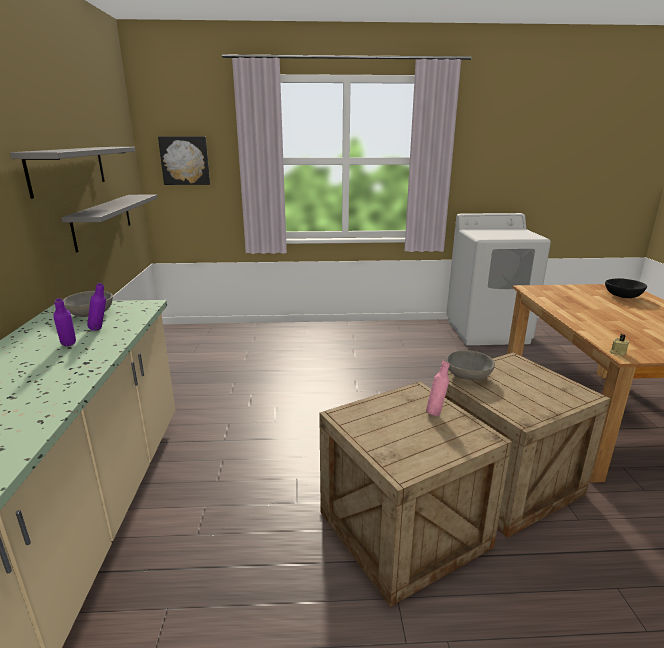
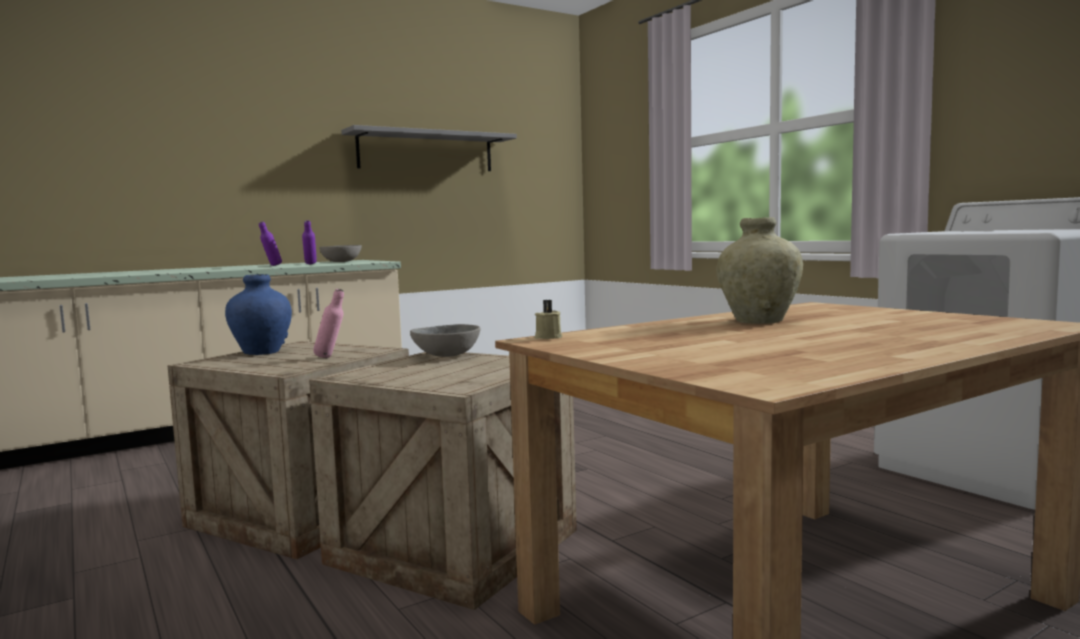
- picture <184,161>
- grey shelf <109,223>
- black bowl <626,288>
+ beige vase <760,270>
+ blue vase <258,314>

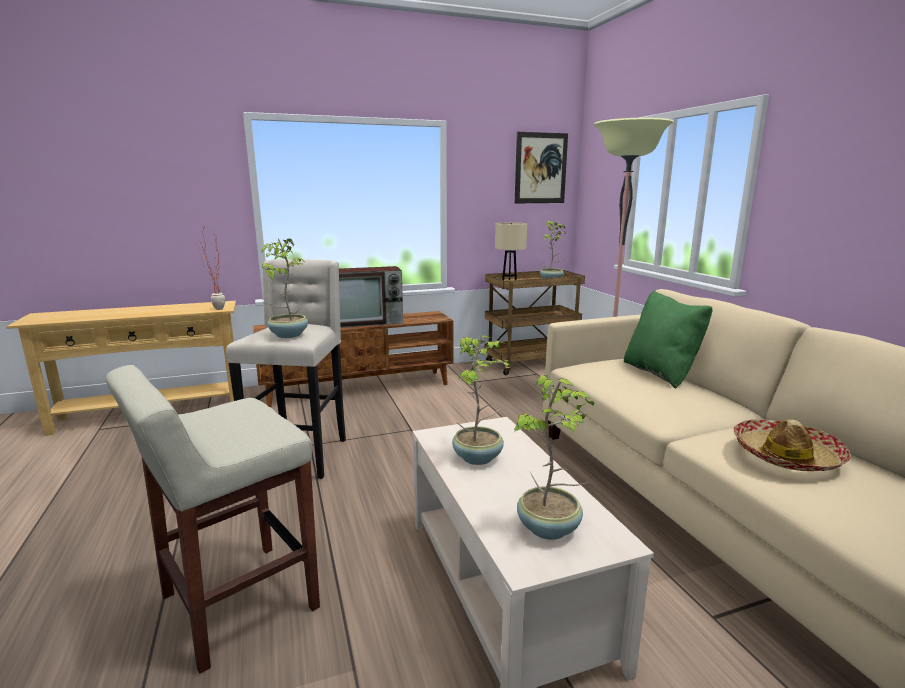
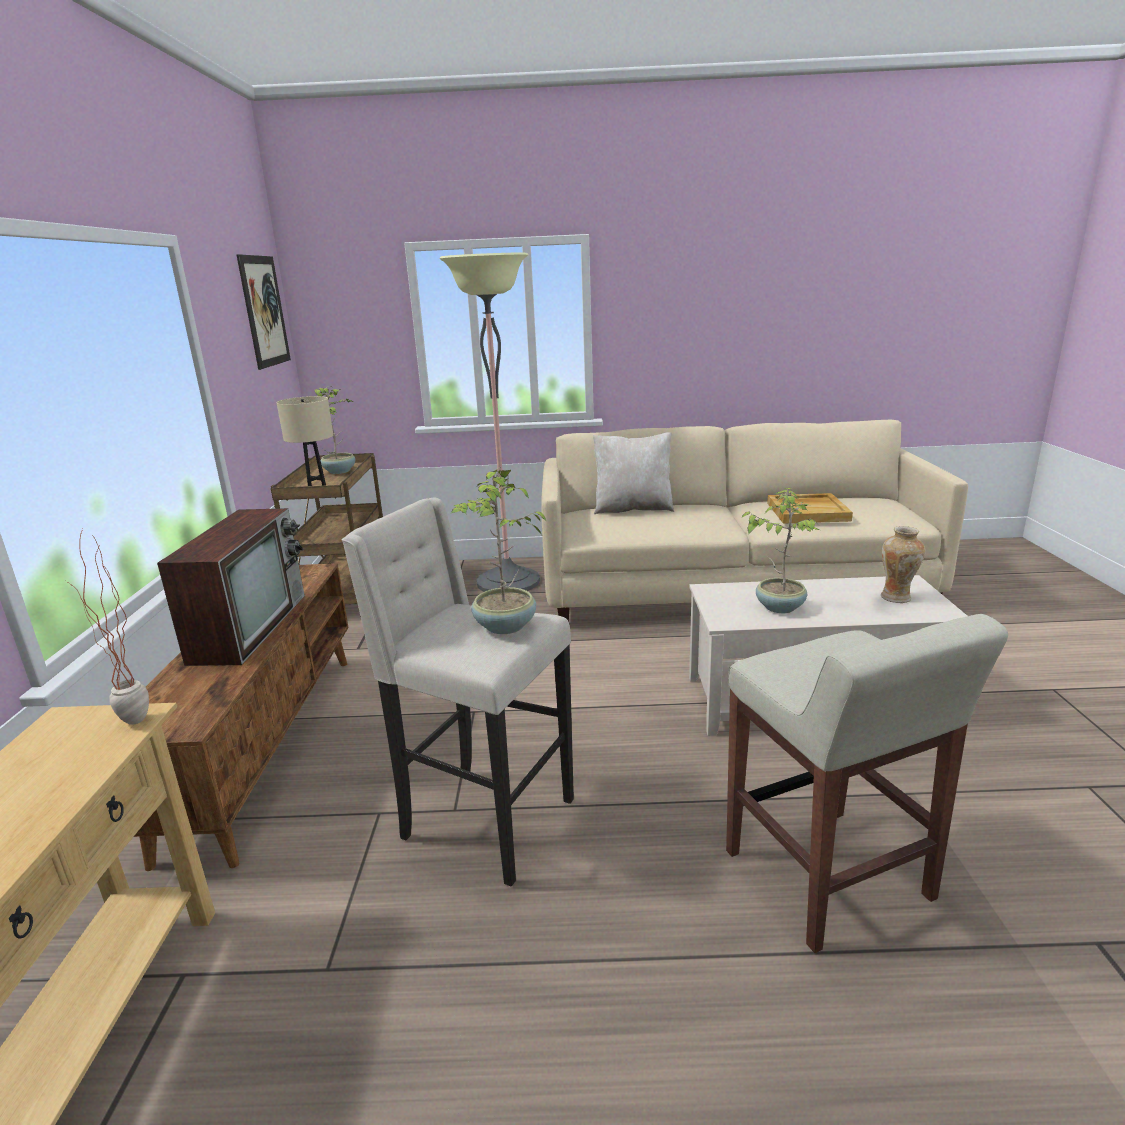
~ green pillow <668,340> to beige pillow <633,473>
~ potted plant <554,457> to vase <903,564>
~ hat <792,445> to beige tray <810,508>

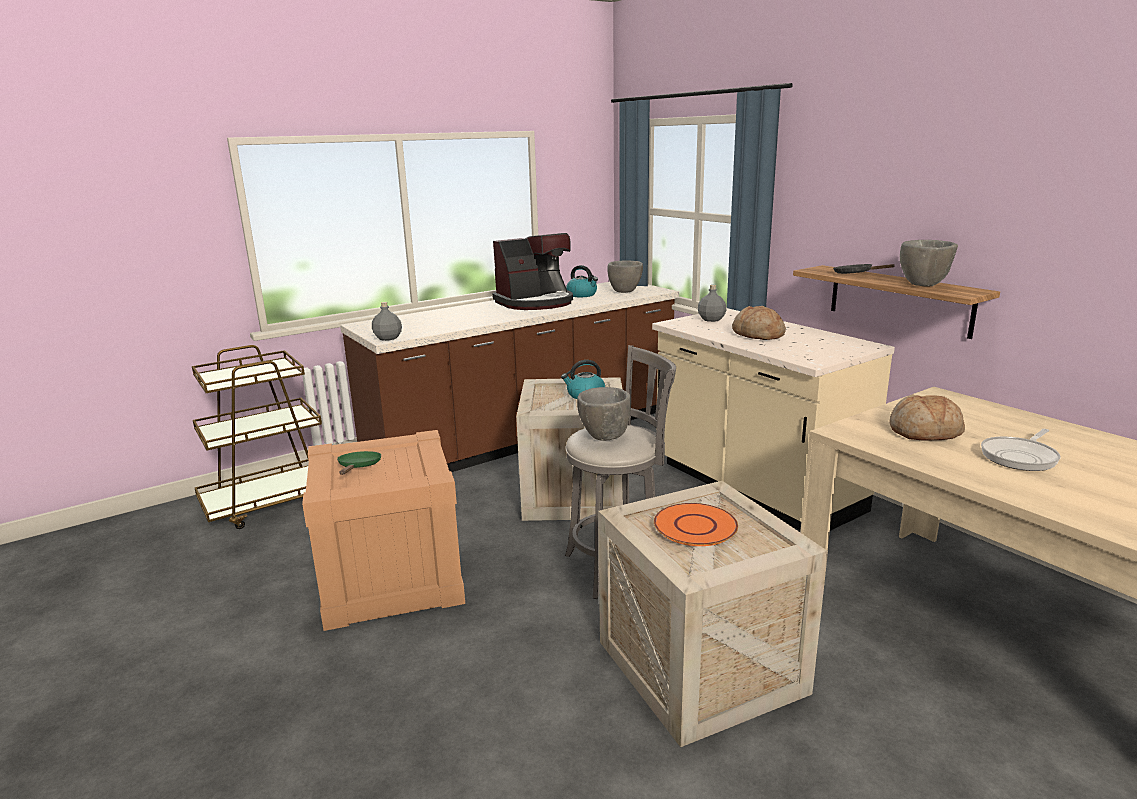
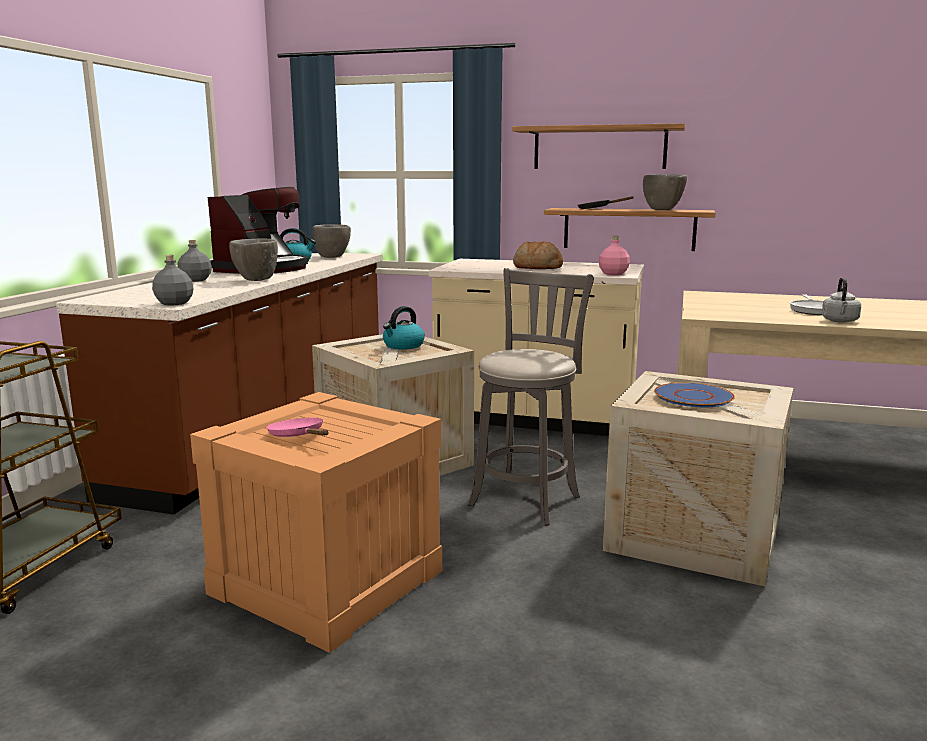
~ grey bottle <712,303> to <194,261>
~ grey bowl <604,414> to <253,259>
- bread <927,417>
~ green frying pan <359,463> to pink frying pan <297,427>
~ orange plate <696,524> to blue plate <694,395>
+ shelf <598,146>
+ pink bottle <614,255>
+ grey kettle <841,300>

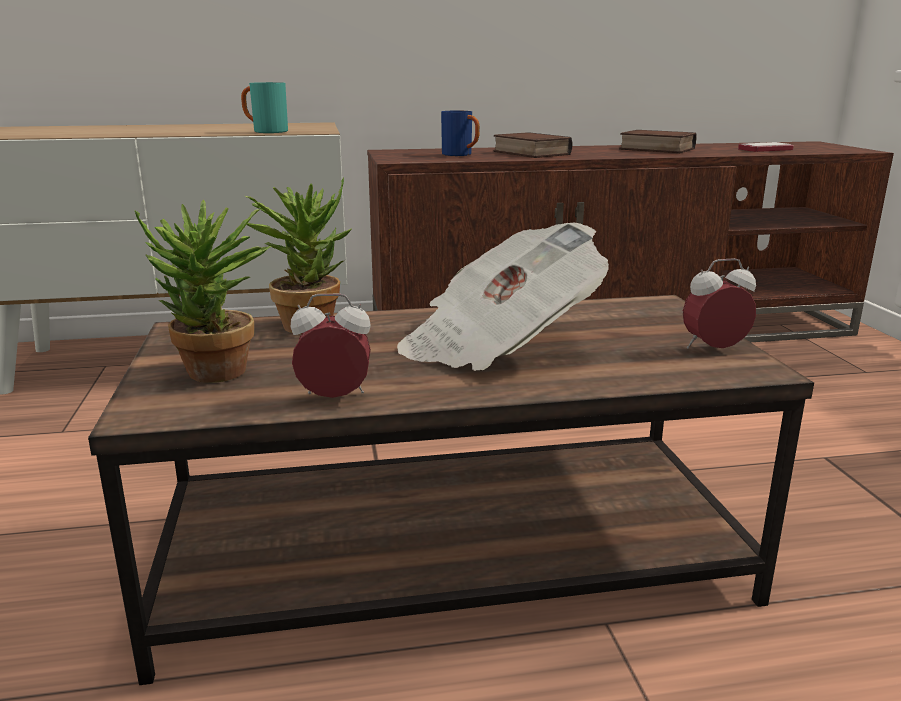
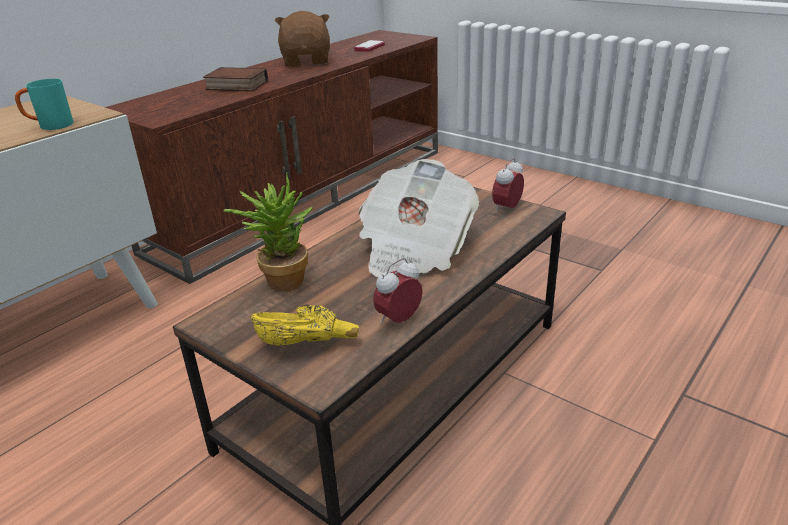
- blue mug <460,133>
~ book <658,141> to brown plush toy <302,39>
~ potted plant <203,291> to yellow bowl <305,324>

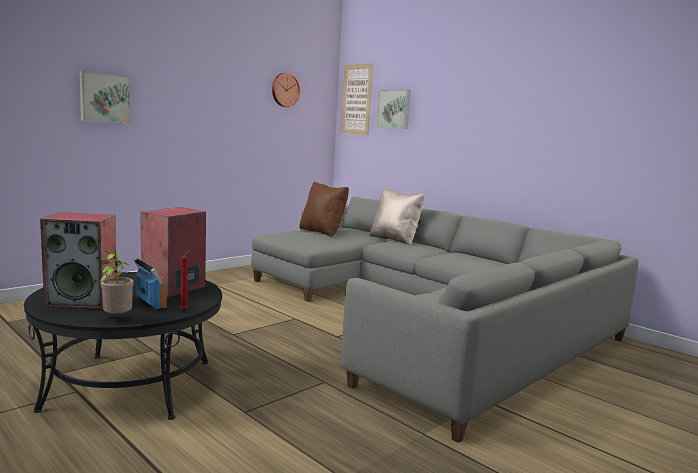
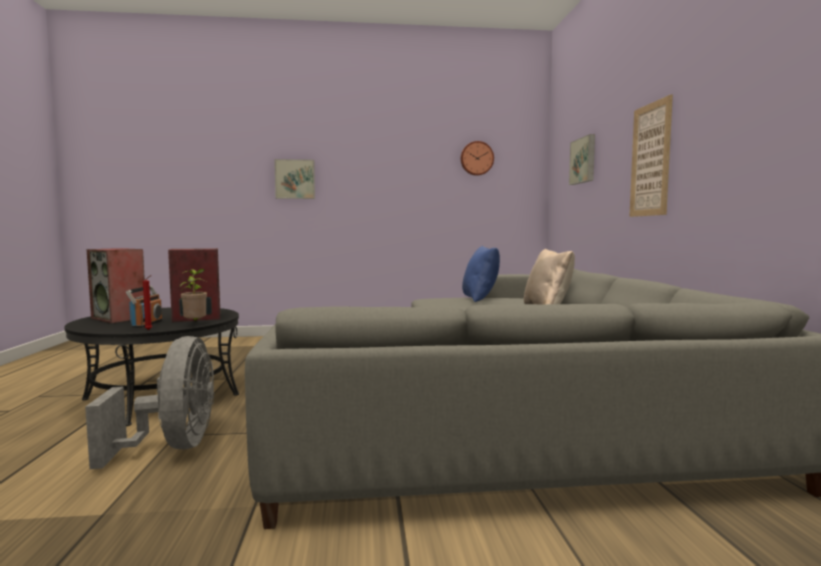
~ picture <357,99> to <651,155>
~ brown pillow <324,209> to blue pillow <481,274>
~ potted plant <117,282> to <193,295>
+ grey fan <149,402>

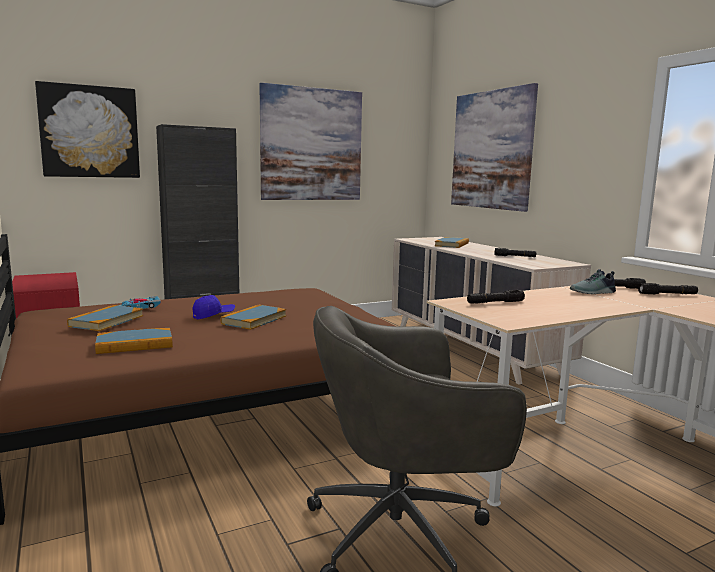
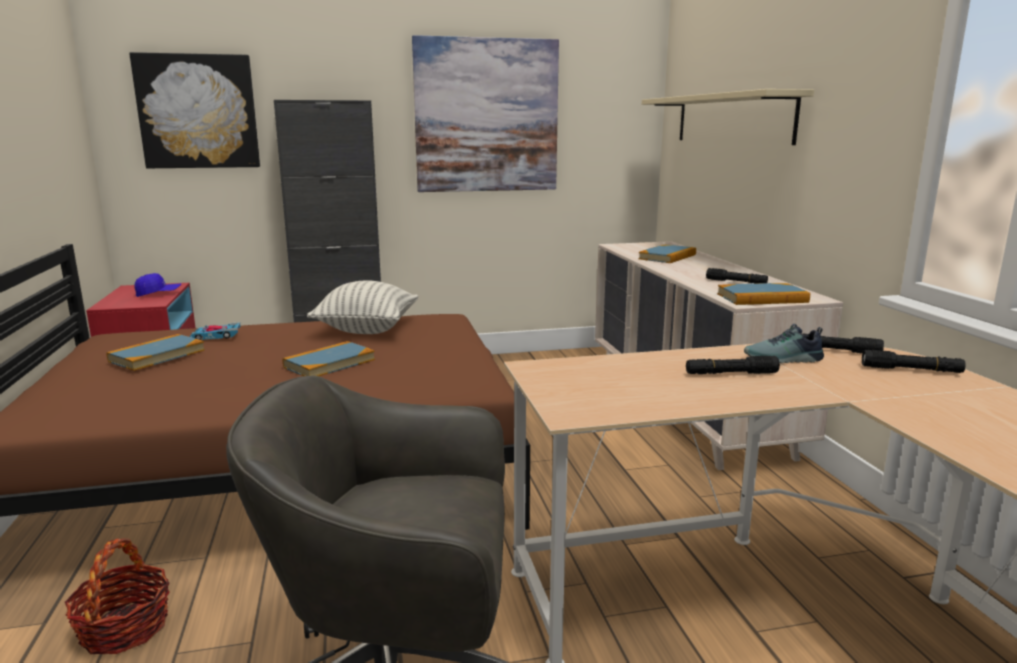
~ picture <494,147> to beige shelf <728,117>
~ black flashlight <496,297> to <733,365>
~ blue cap <214,307> to <158,285>
~ book <134,341> to <763,294>
+ pillow <362,307>
+ basket <117,596>

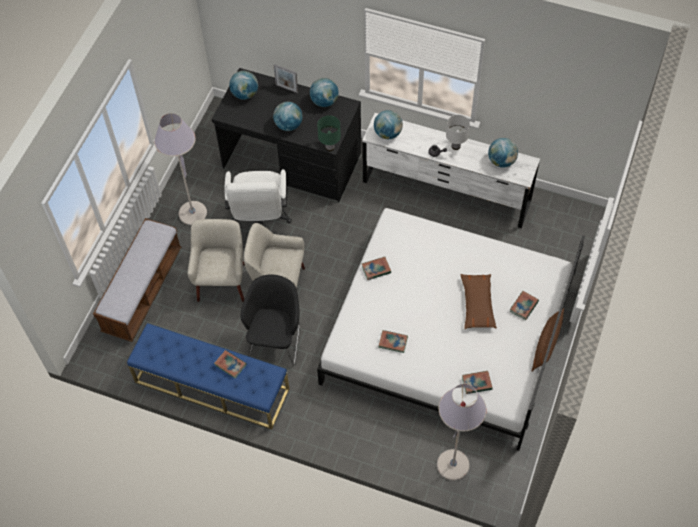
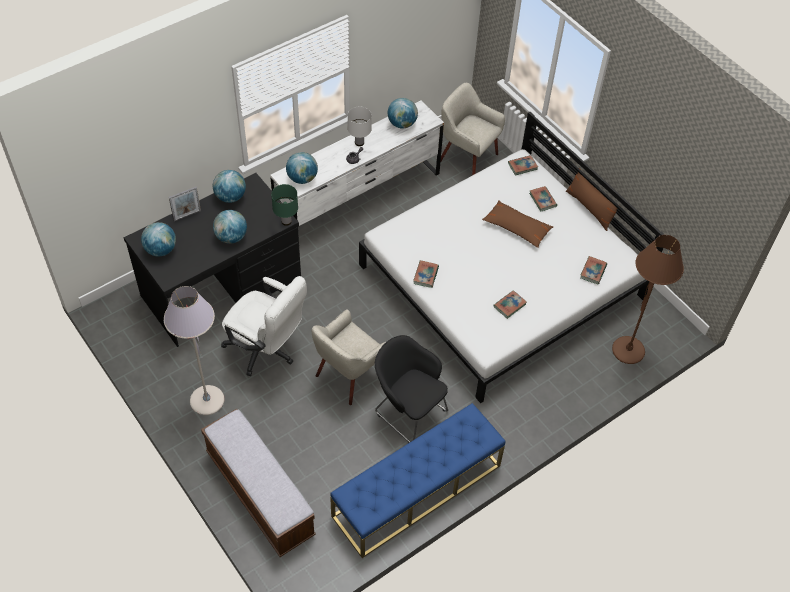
~ beige armchair <216,260> to <473,129>
~ book <230,364> to <523,165>
~ grey floor lamp <462,432> to brown floor lamp <648,299>

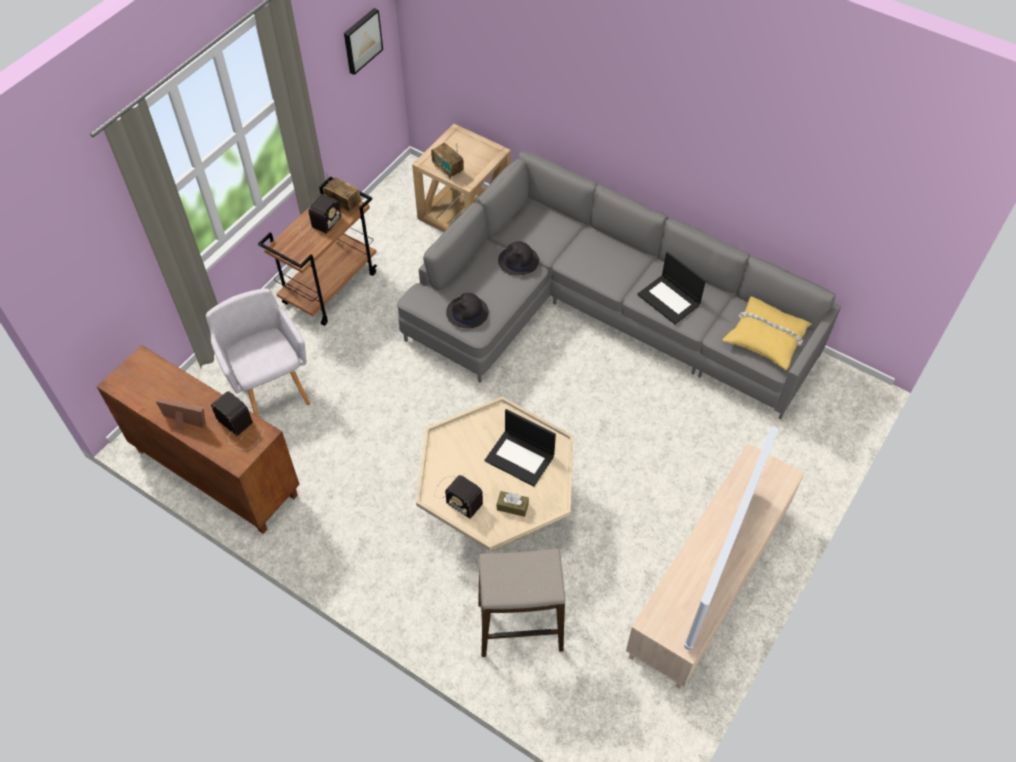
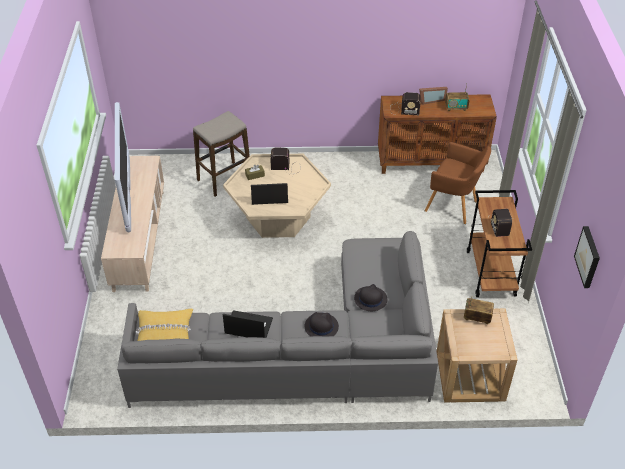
~ radio <342,192> to <457,97>
~ grey armchair <258,353> to brown armchair <458,183>
~ black hat <467,310> to <322,324>

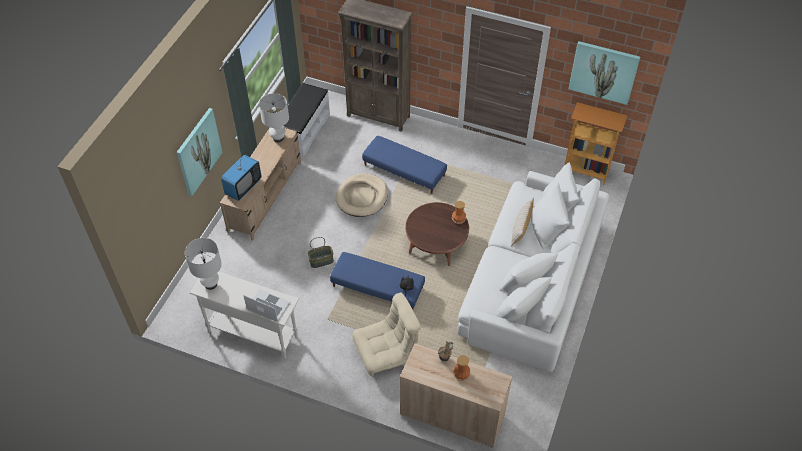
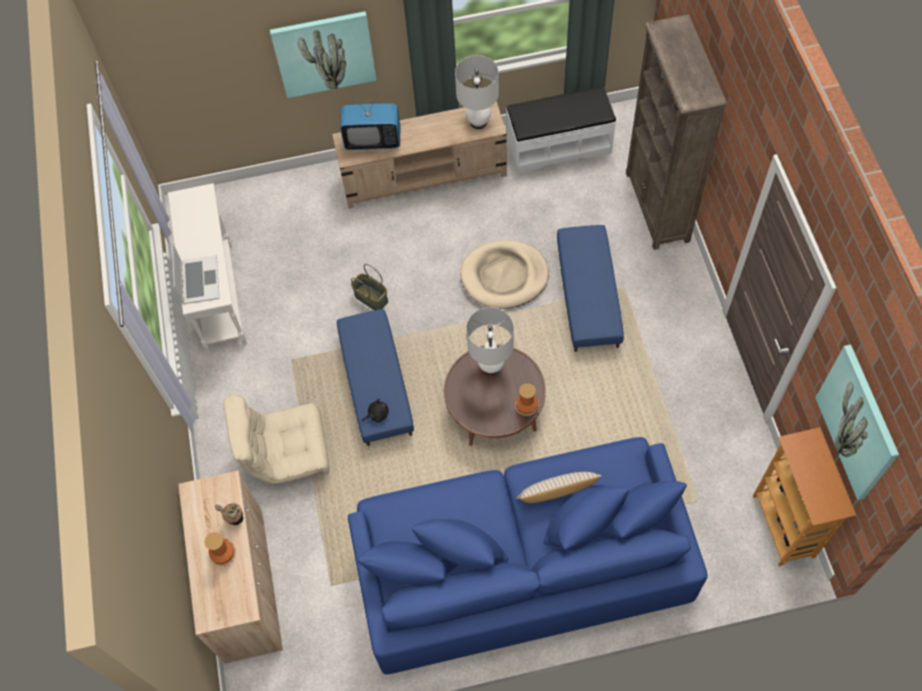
~ white sofa <533,267> to blue sofa <528,555>
~ white table lamp <203,264> to <490,341>
~ beige armchair <386,335> = <276,439> 135 degrees clockwise

